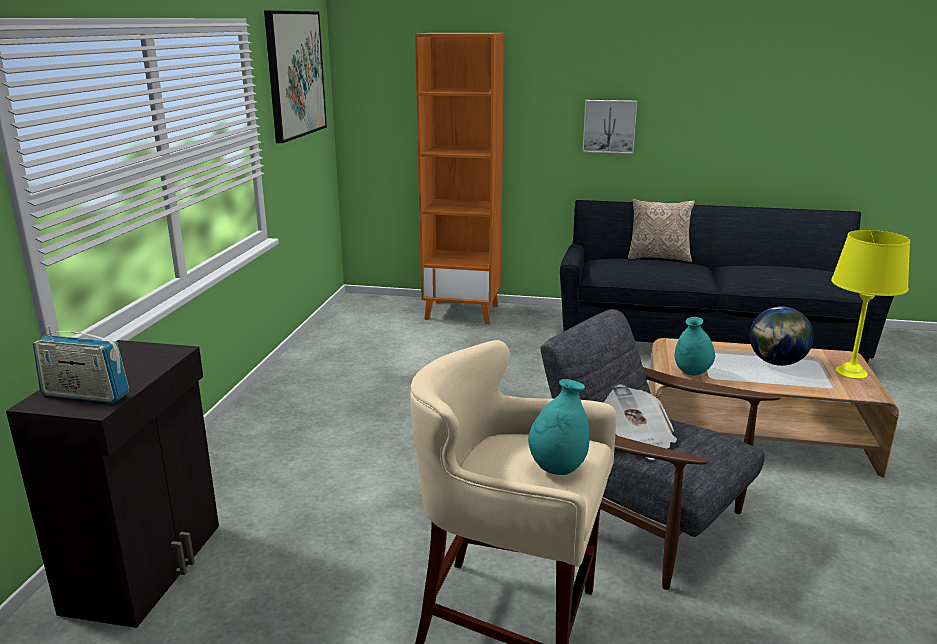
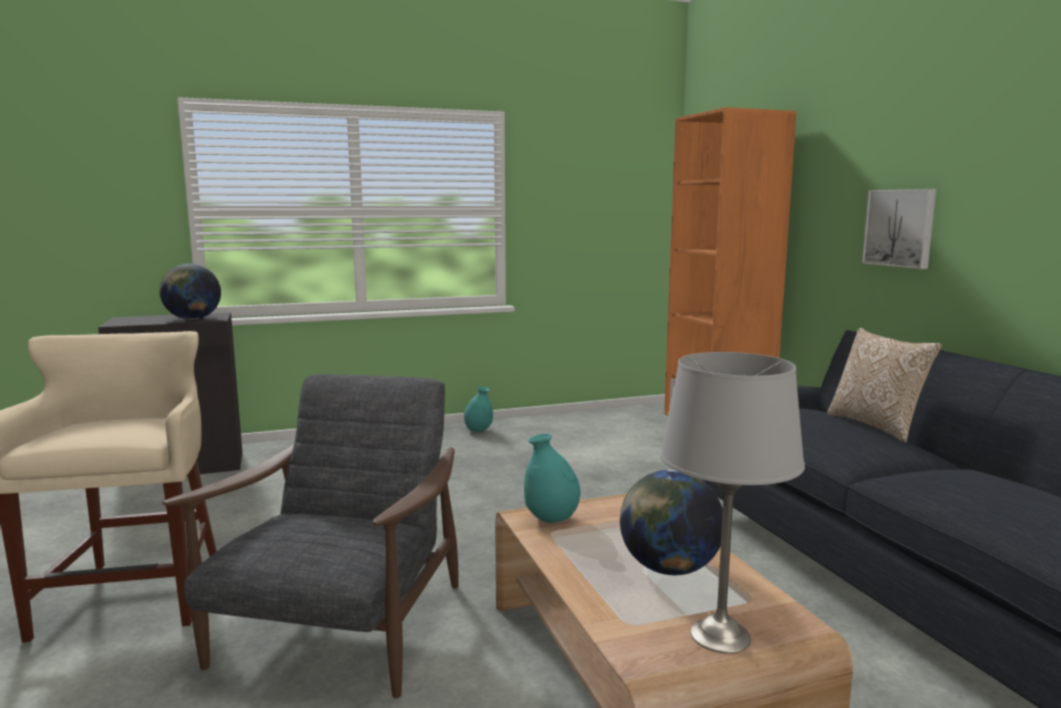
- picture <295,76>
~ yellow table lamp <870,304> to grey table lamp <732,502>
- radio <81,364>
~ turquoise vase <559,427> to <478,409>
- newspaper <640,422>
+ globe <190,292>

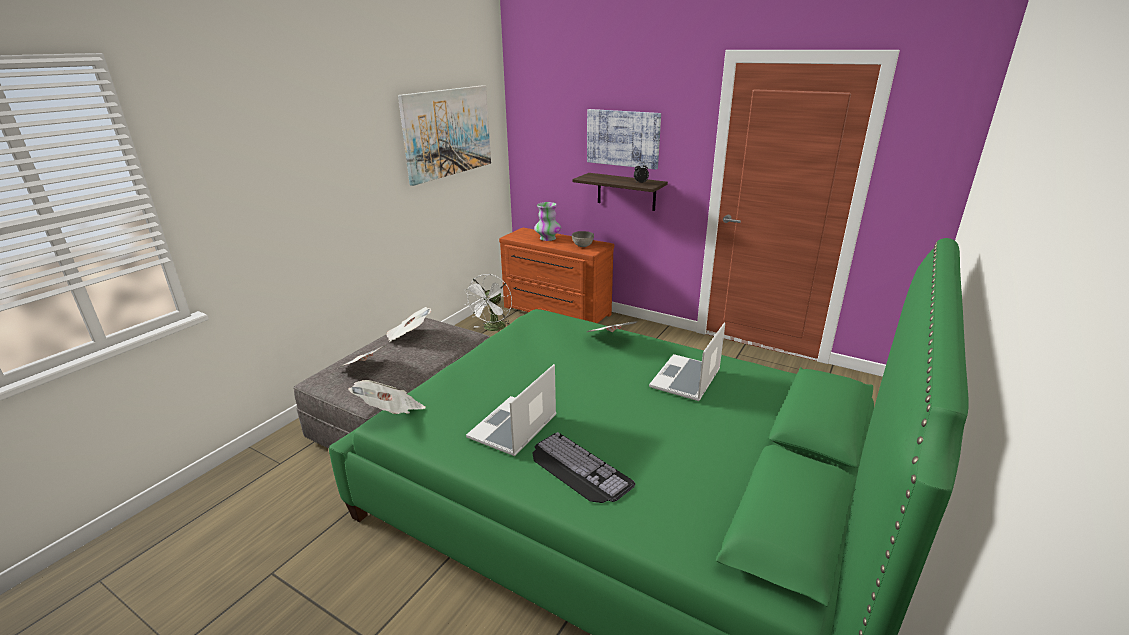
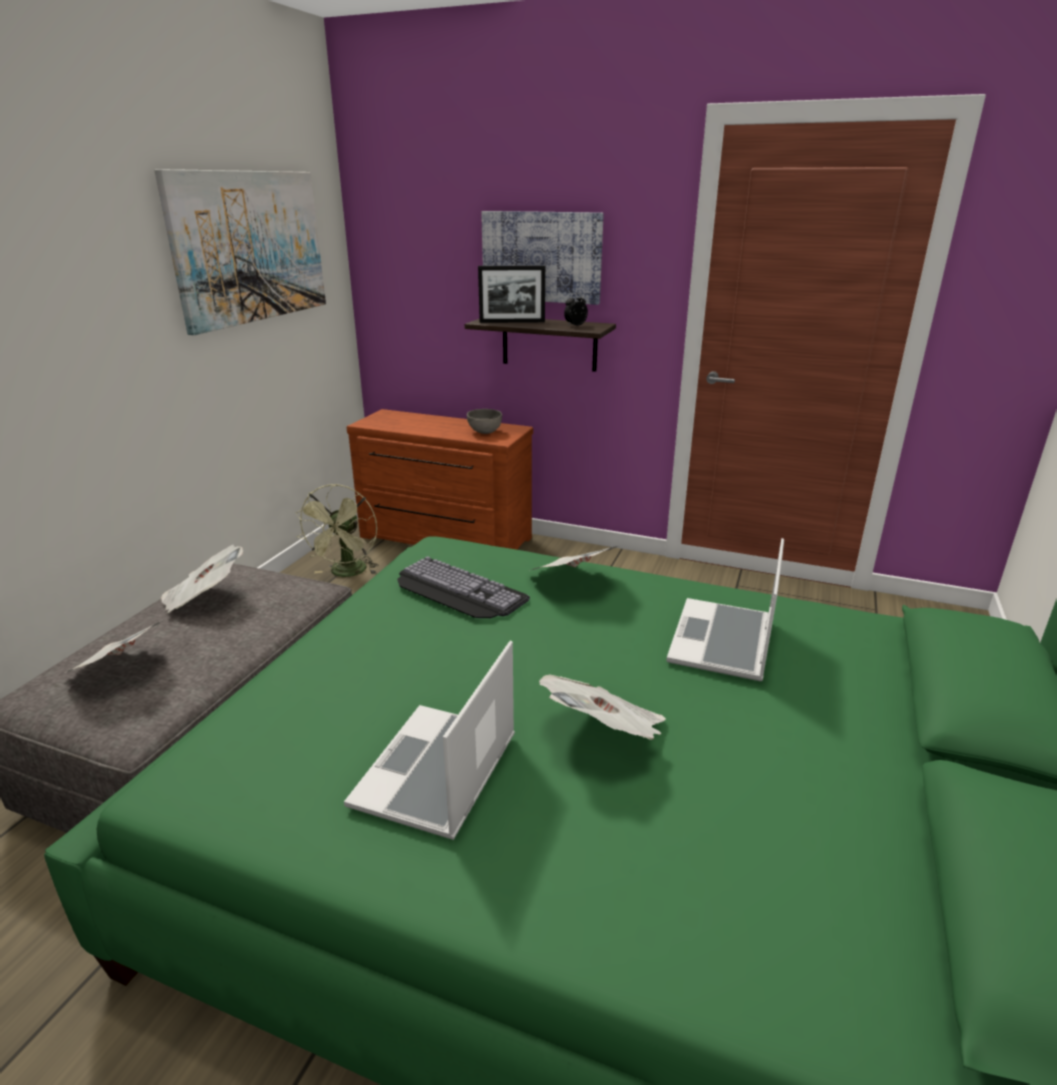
- vase <547,221>
~ white fan <488,302> to green fan <337,530>
~ newspaper <387,397> to <602,707>
~ keyboard <584,467> to <463,587>
+ picture frame <511,294>

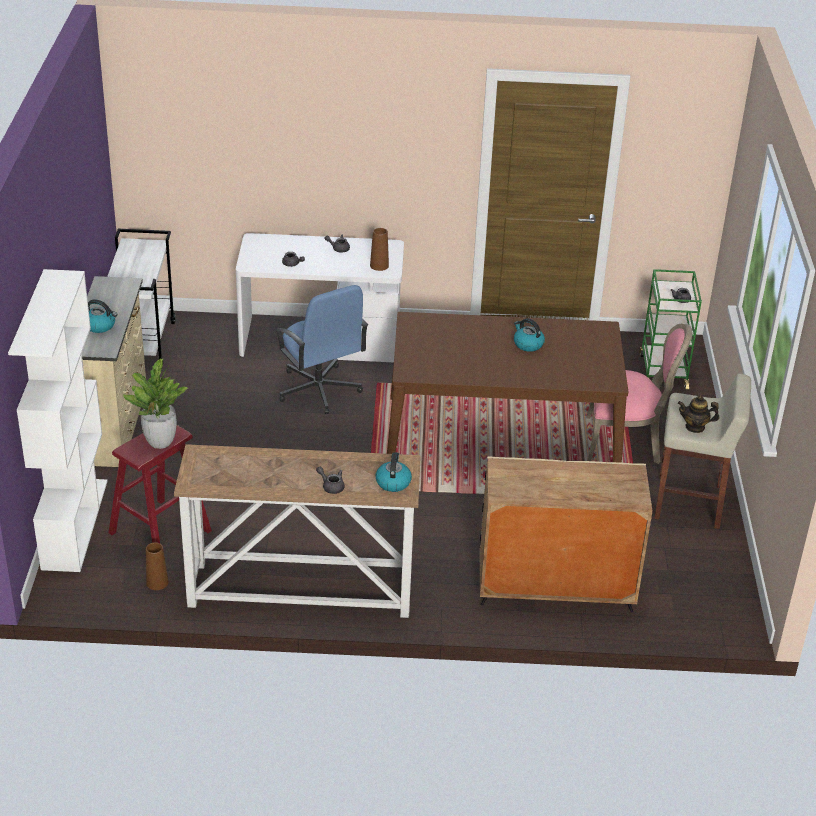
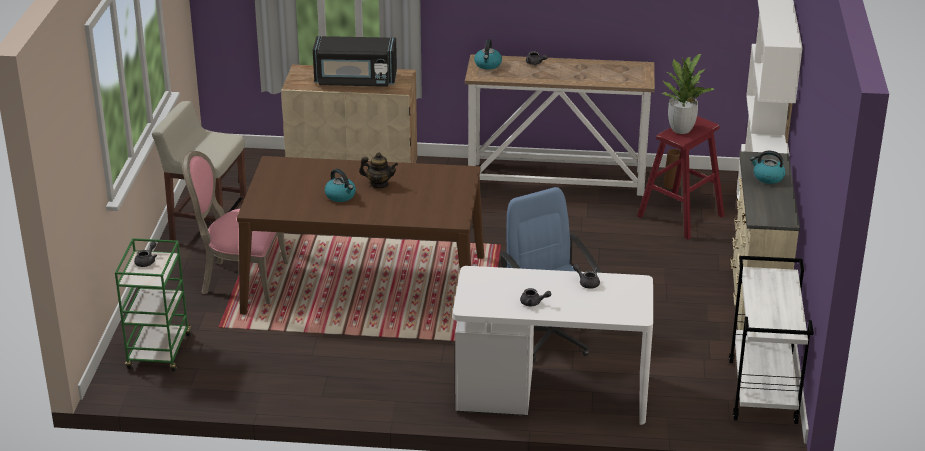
- brown vase <379,249>
~ teapot <698,414> to <378,170>
+ black microwave <355,61>

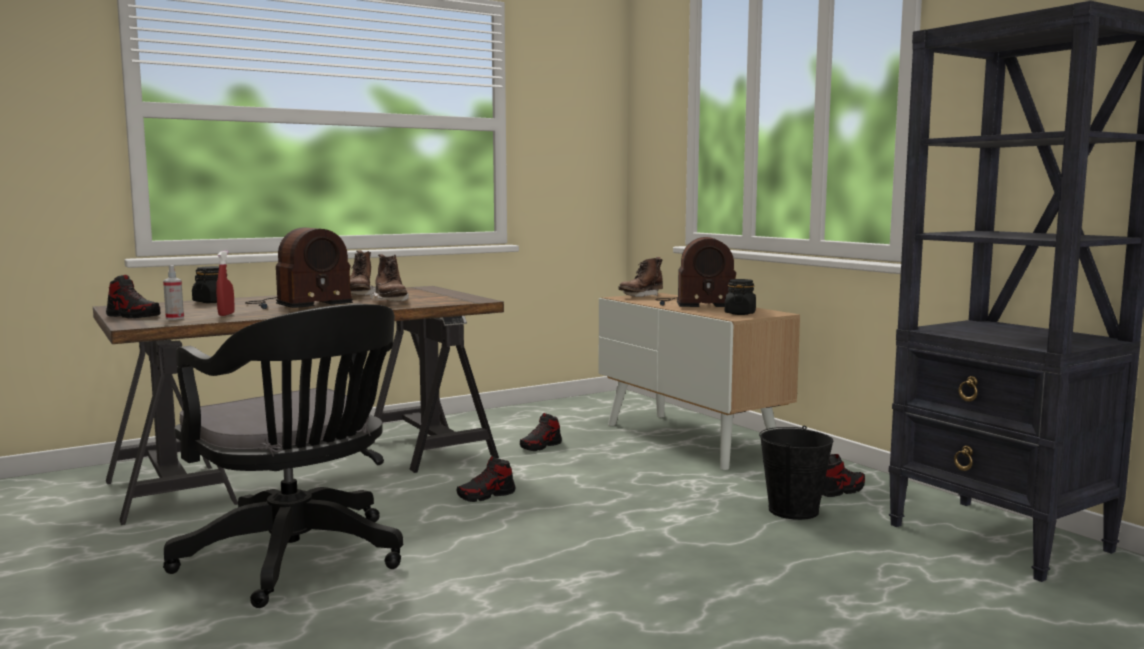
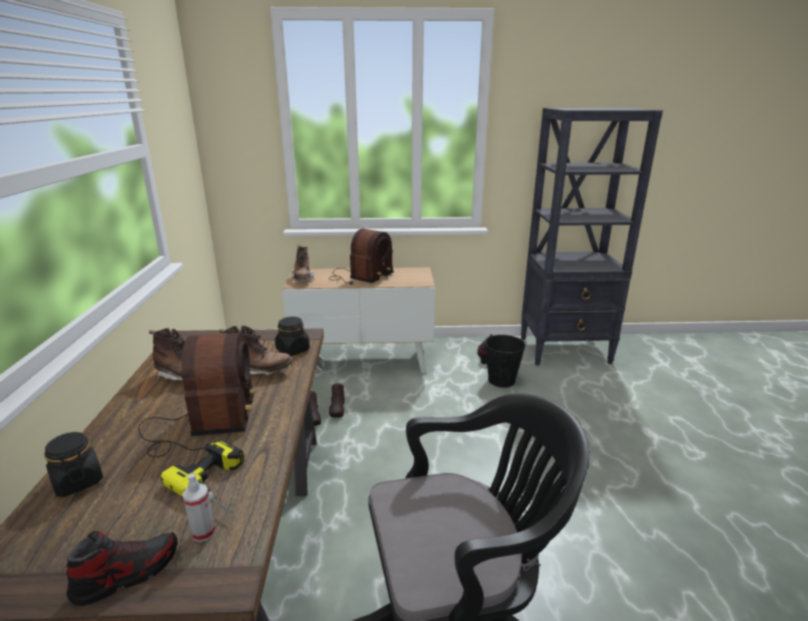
~ red spray bottle <225,283> to power drill <203,477>
~ black jar <740,297> to <292,336>
~ shoe <485,479> to <337,400>

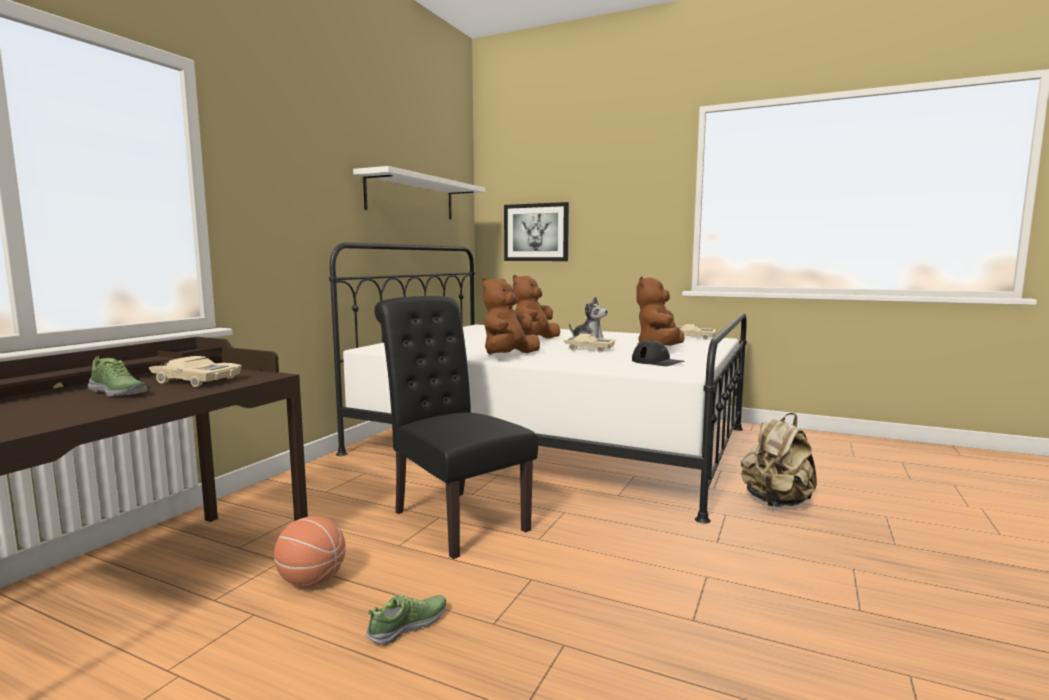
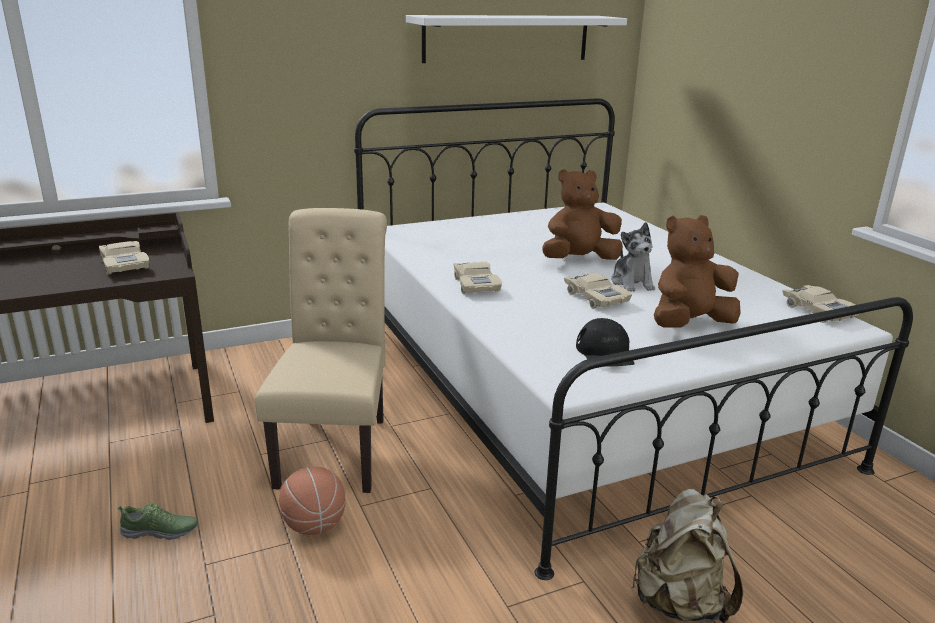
- picture <536,231>
~ brown plush toy <511,316> to beige toy car <477,278>
~ black chair <456,427> to beige chair <321,350>
- shoe <117,376>
~ basketball <310,551> to <312,500>

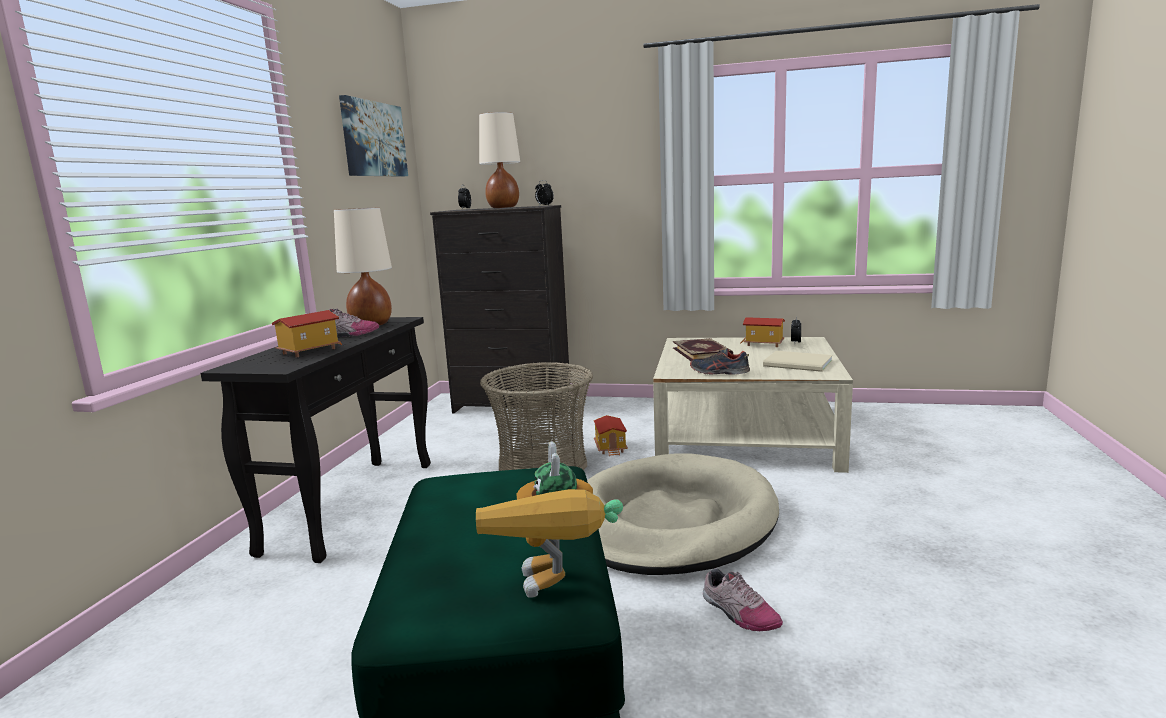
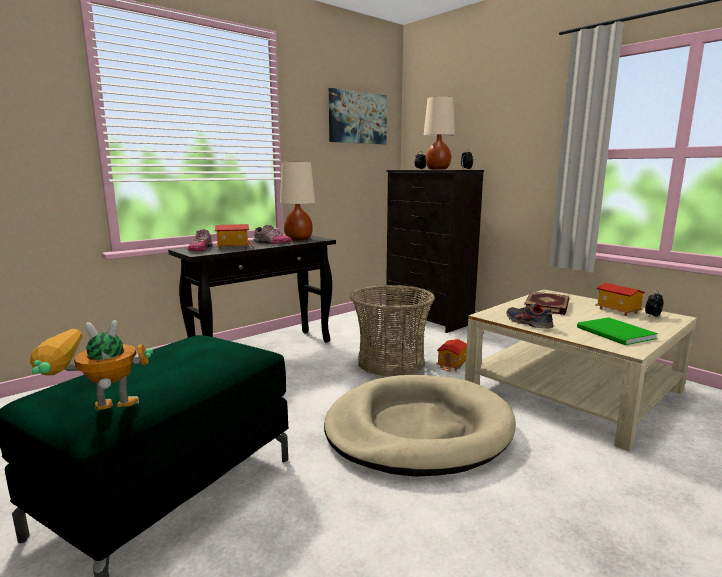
~ beige book <798,361> to green book <617,331>
~ toy robot <549,519> = <91,365> 45 degrees clockwise
~ shoe <743,599> to <200,240>

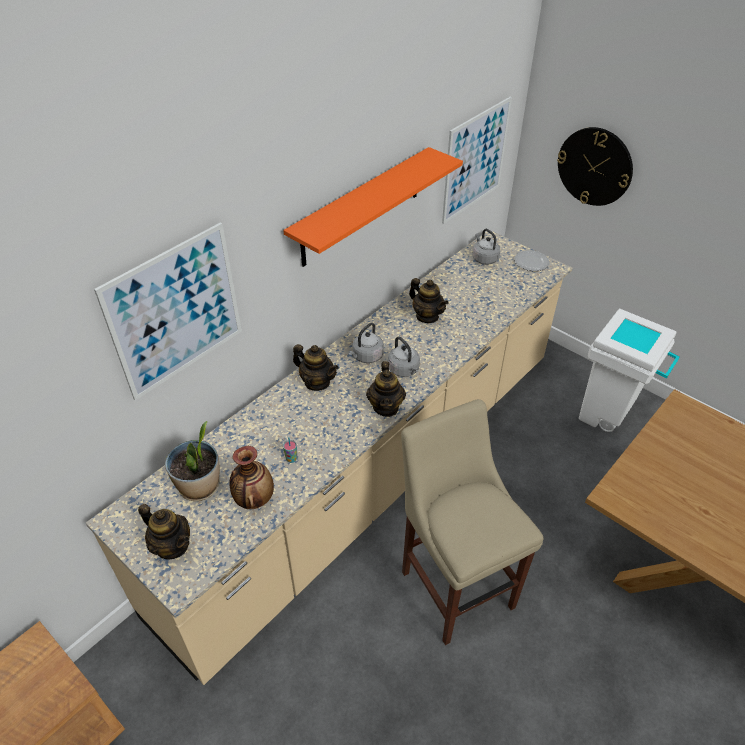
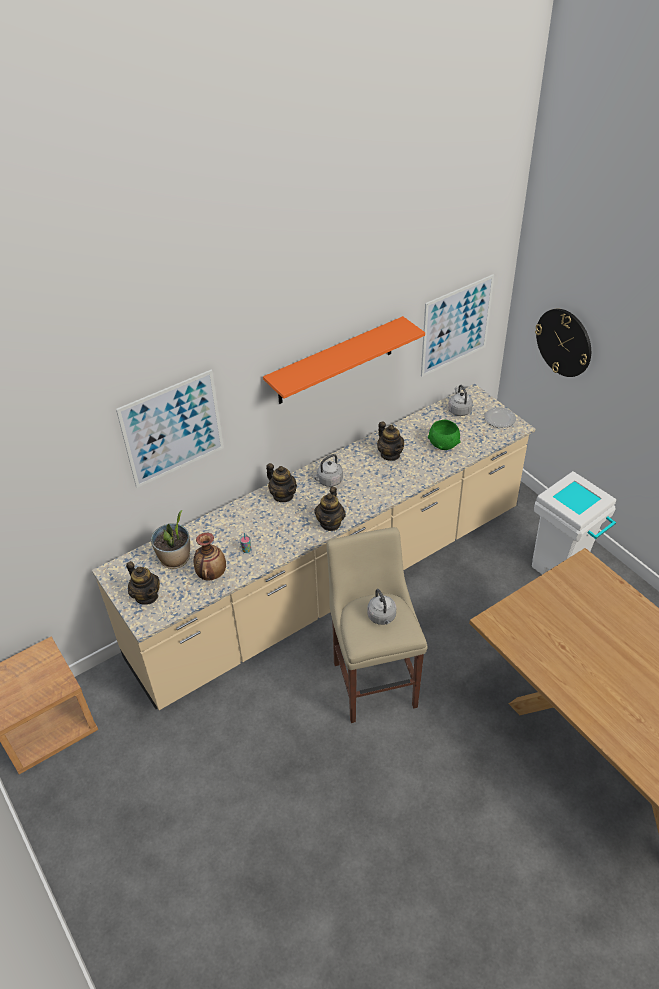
~ grey kettle <404,357> to <381,607>
+ green bowl <444,435>

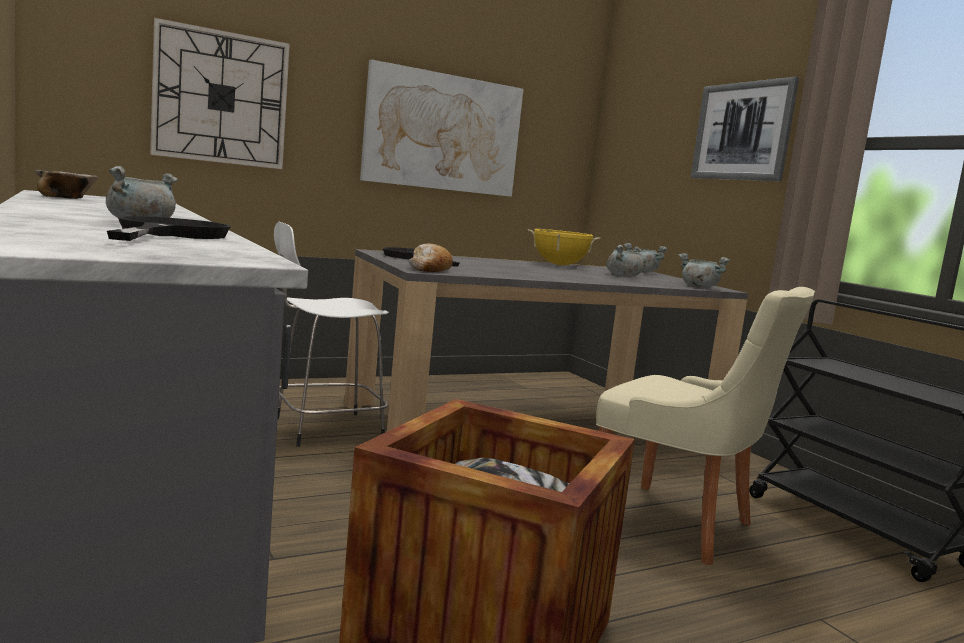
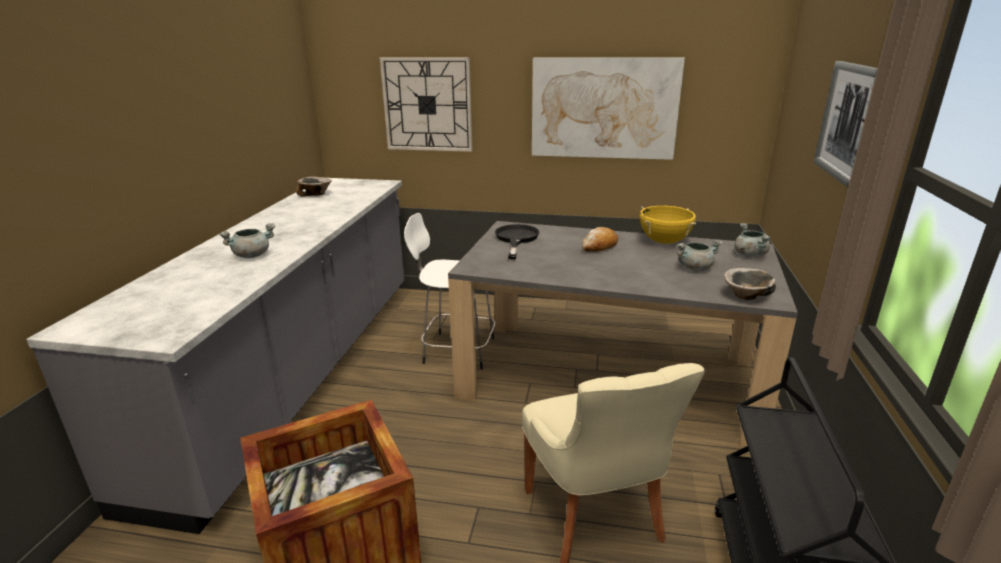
- black frying pan <169,228>
~ bread <430,257> to <600,239>
~ grey cooking pot <704,270> to bowl <750,284>

